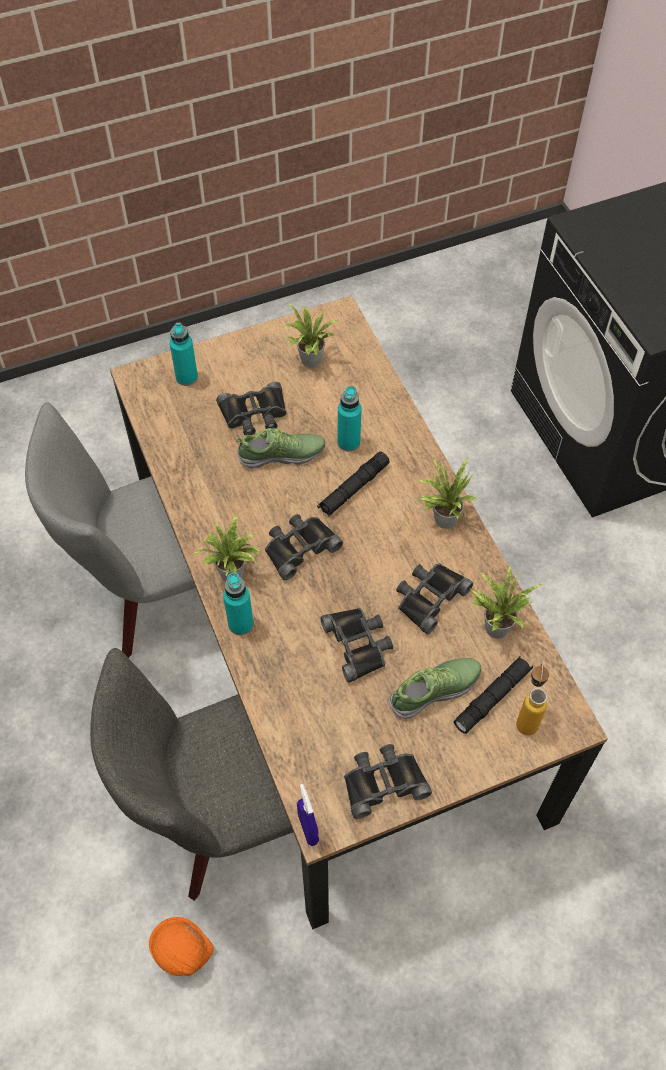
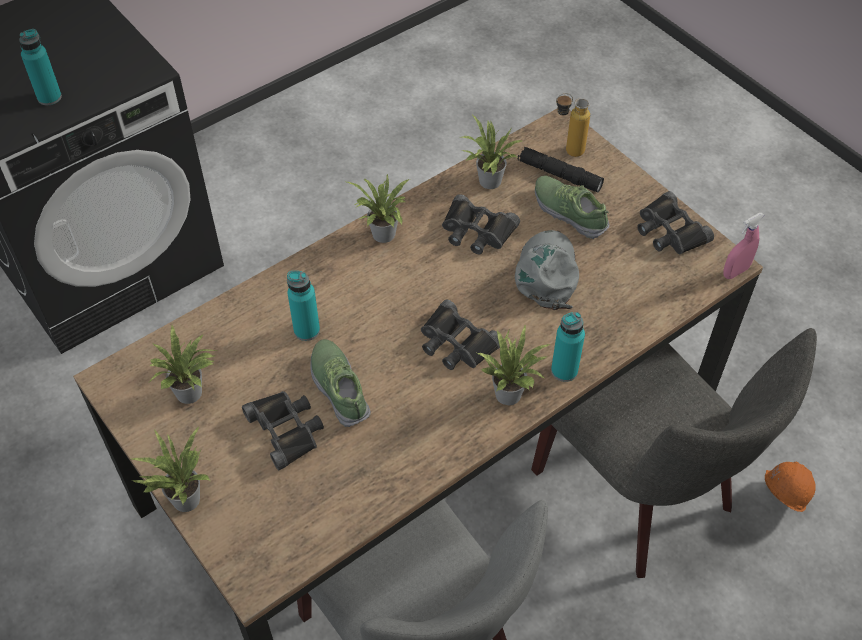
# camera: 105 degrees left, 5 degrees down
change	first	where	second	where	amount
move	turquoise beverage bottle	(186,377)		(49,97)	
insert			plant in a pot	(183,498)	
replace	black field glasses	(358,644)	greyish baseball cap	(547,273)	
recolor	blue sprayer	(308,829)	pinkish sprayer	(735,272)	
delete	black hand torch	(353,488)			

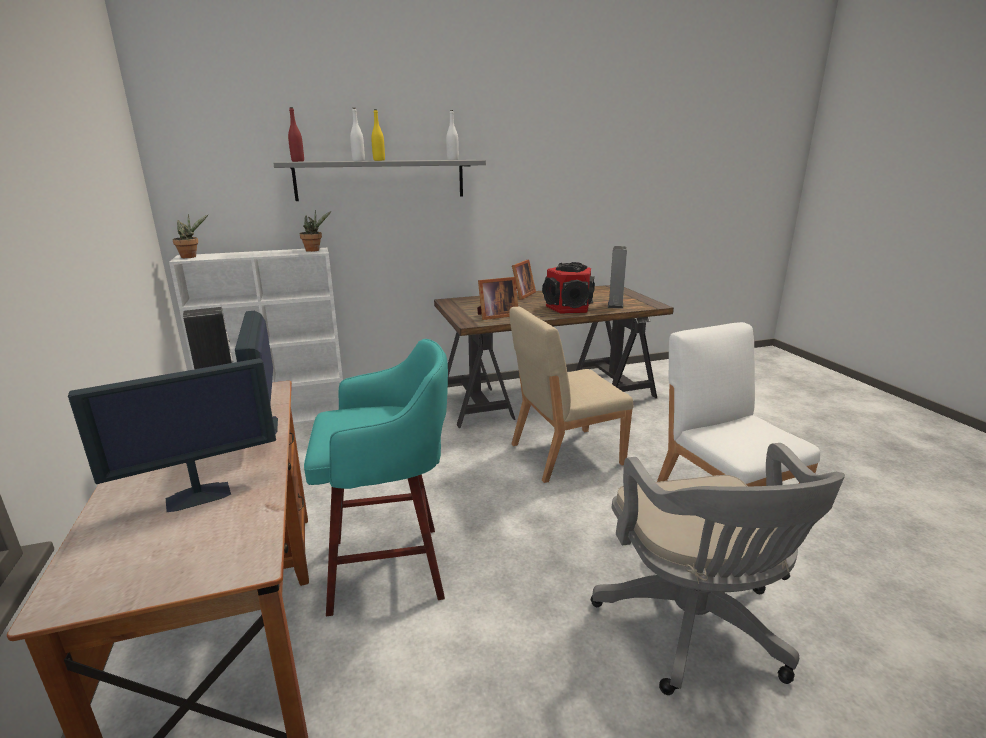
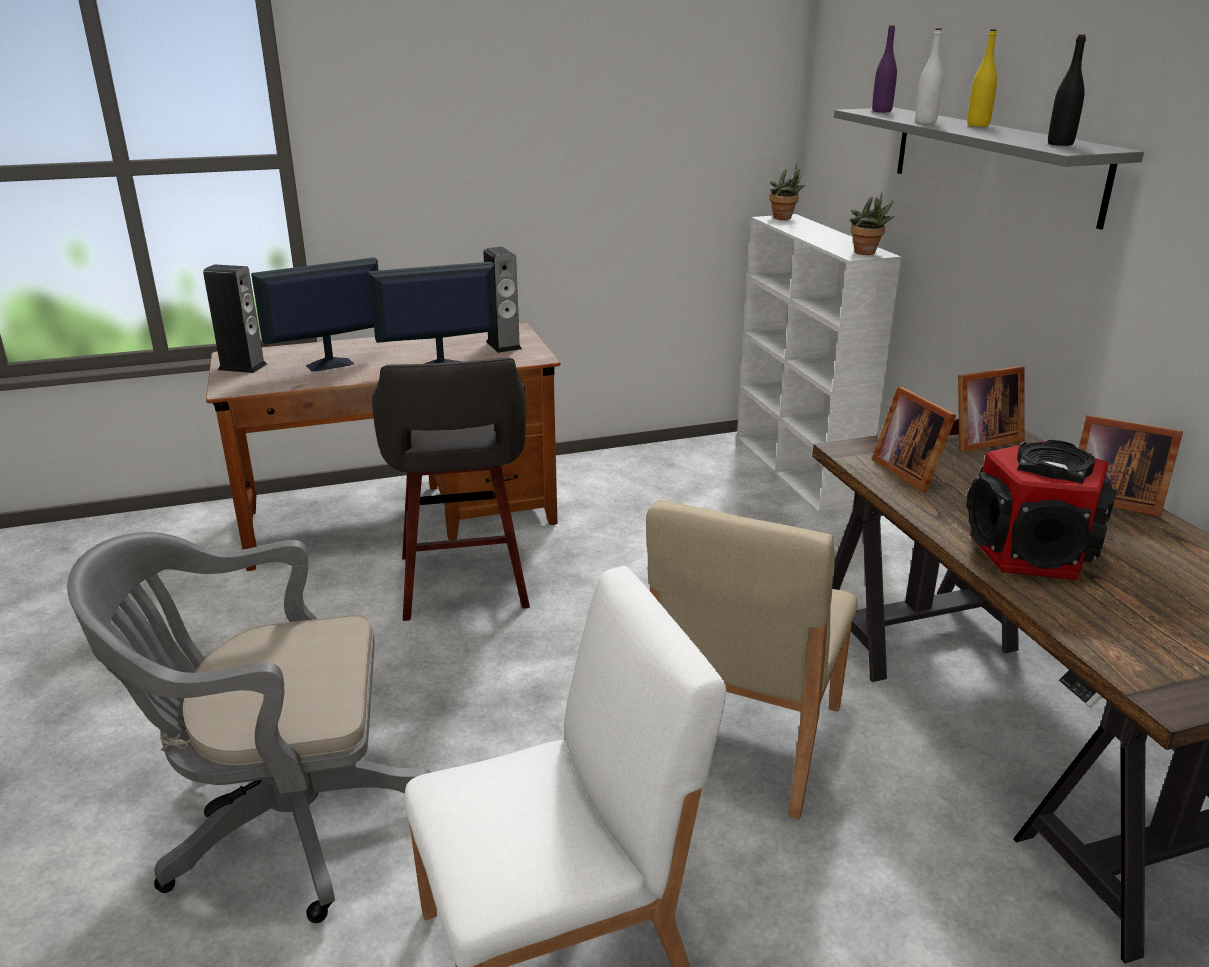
# camera: 90 degrees right, 5 degrees up
change	first	where	second	where	amount
move	audio speaker	(615,305)		(242,367)	
rotate	monitor	(200,495)		(328,365)	90 degrees clockwise
recolor	turquoise stool seat	(391,567)	greyish stool seat	(463,584)	
rotate	beige upright chair	(564,454)		(743,739)	135 degrees counterclockwise
recolor	red beverage bottle	(298,161)	purple-coloured beverage bottle	(881,111)	
insert			photo frame	(978,441)	
recolor	white-coloured beverage bottle	(452,159)	black beverage bottle	(1060,144)	

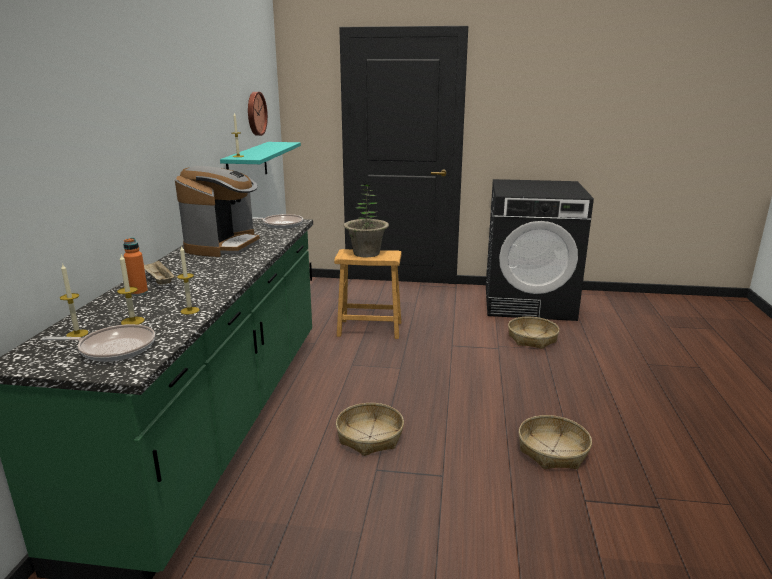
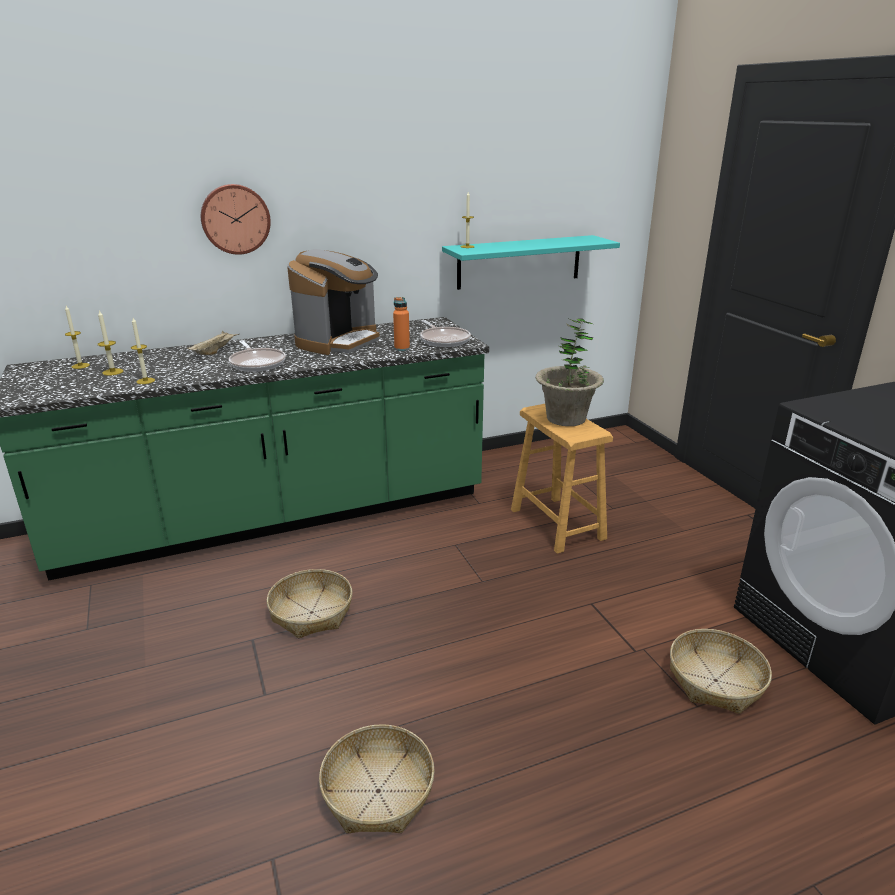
# camera: 60 degrees right, 5 degrees up
change	first	where	second	where	amount
move	wall clock	(255,113)		(235,219)	
move	skillet	(113,348)		(257,363)	
rotate	coffee maker	(223,246)		(339,341)	45 degrees counterclockwise
move	orange-coloured beverage bottle	(139,293)		(402,348)	

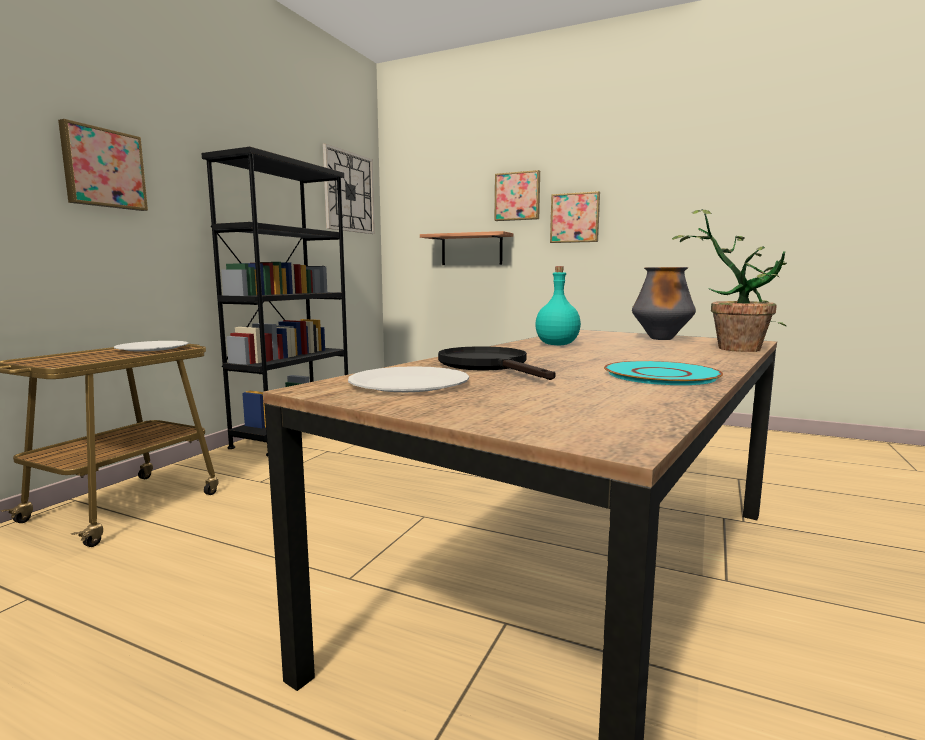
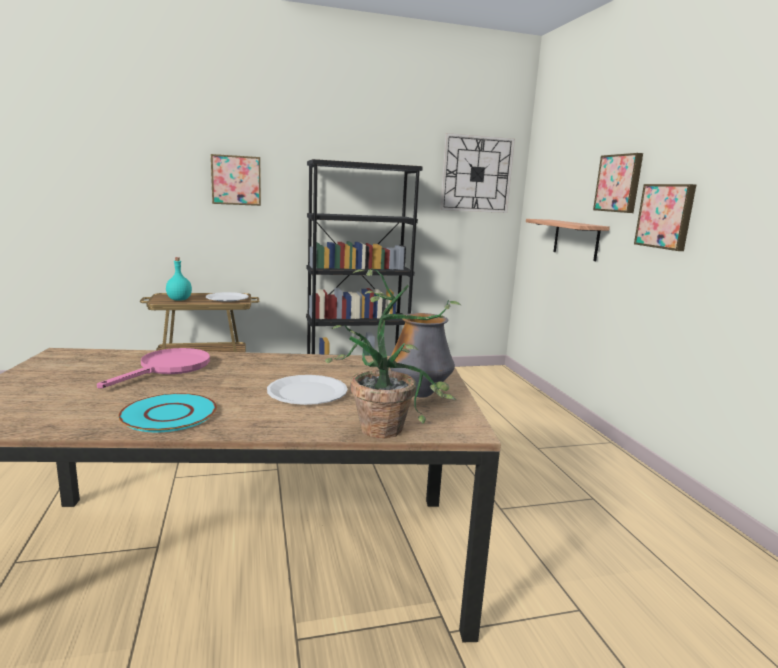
# camera: 50 degrees right, 5 degrees up
change	first	where	second	where	amount
recolor	black skillet	(489,366)	pinkish skillet	(168,368)	
move	turquoise beverage bottle	(556,344)		(179,299)	
move	white-coloured plate	(409,383)		(307,392)	

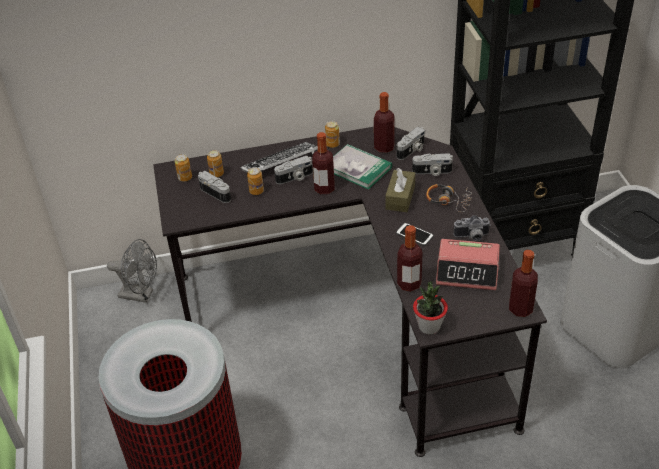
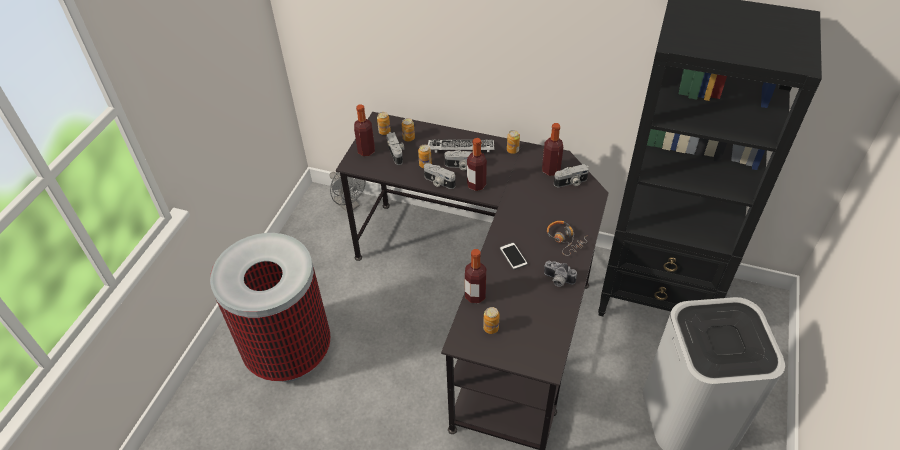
# camera: 30 degrees right, 5 degrees up
change	first	where	second	where	amount
move	beverage bottle	(520,309)		(366,151)	
move	still camera	(432,172)		(438,182)	
insert			metal can	(491,328)	
delete	bound book	(358,168)			
delete	brownish tissue holder	(400,197)			
delete	plant in a pot	(429,326)			
delete	table clock	(467,271)			

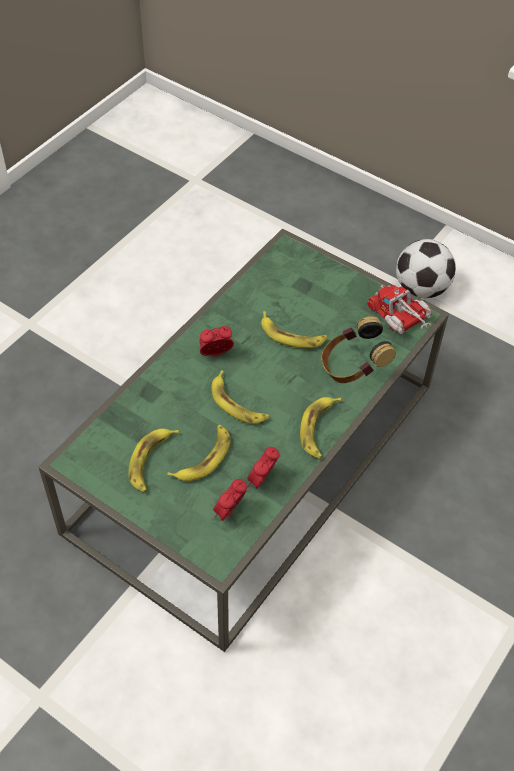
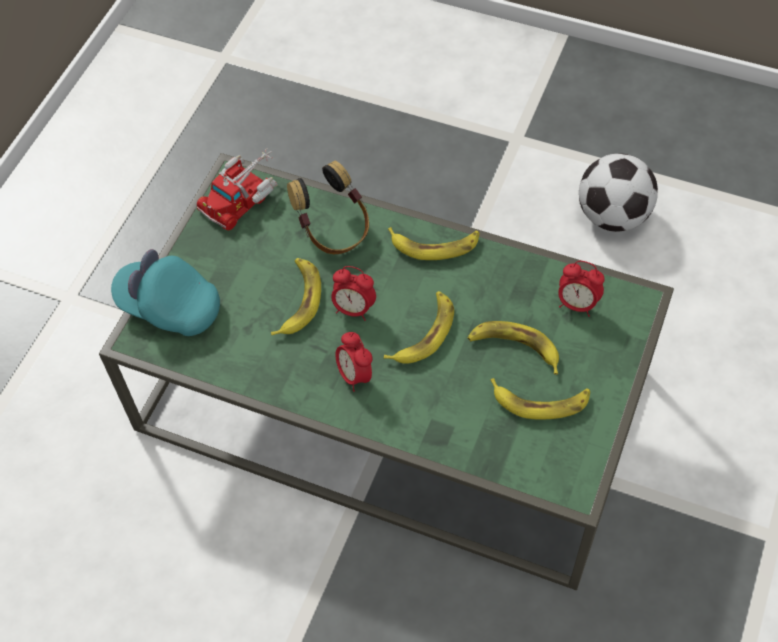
# camera: 100 degrees left, 5 degrees up
change	first	where	second	where	amount
insert			turquoise baseball cap	(169,307)	
move	table clock	(262,480)		(354,309)	
move	football	(421,288)		(612,216)	

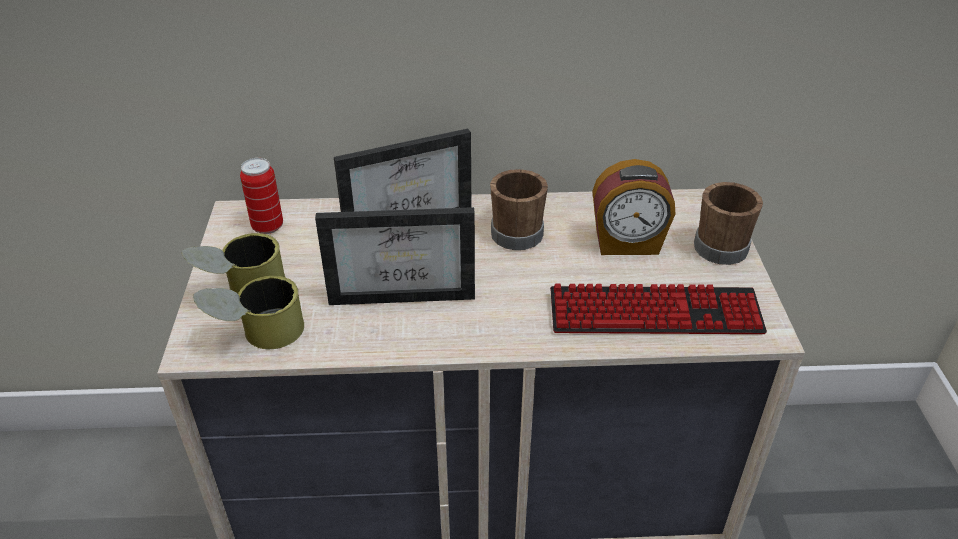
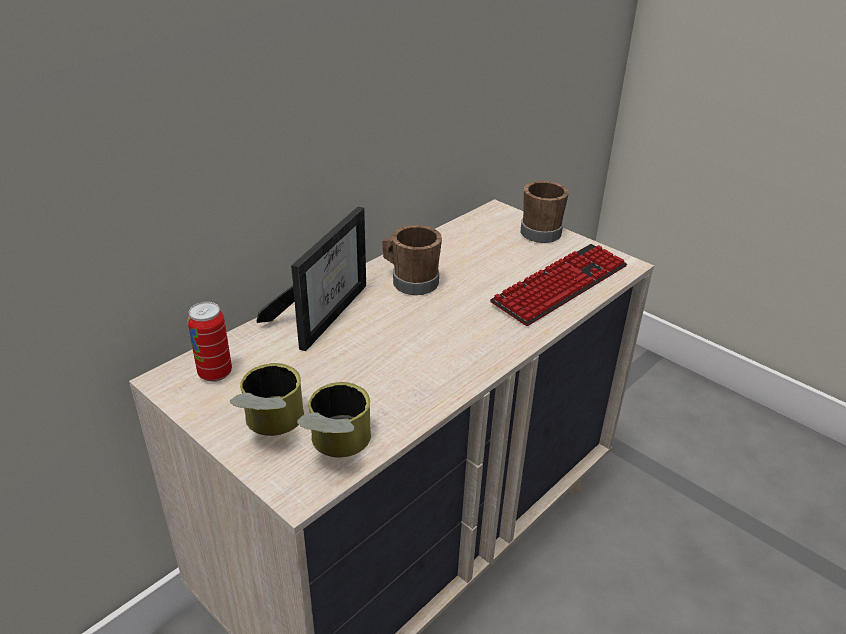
# camera: 45 degrees left, 5 degrees down
change	first	where	second	where	amount
delete	photo frame	(405,289)			
delete	table clock	(627,244)			

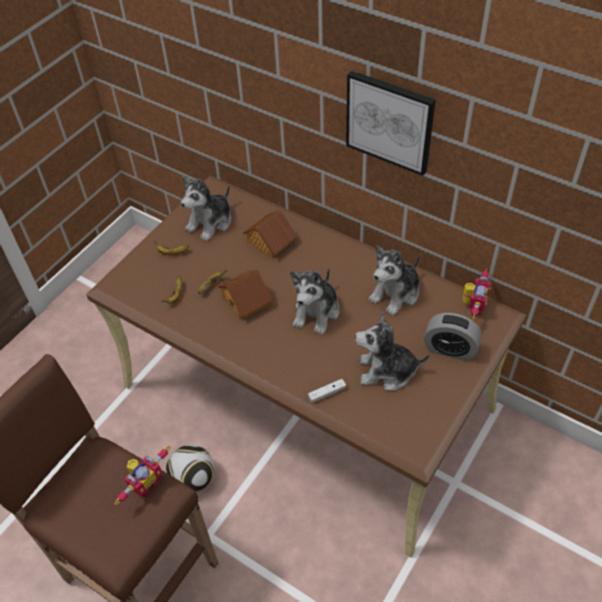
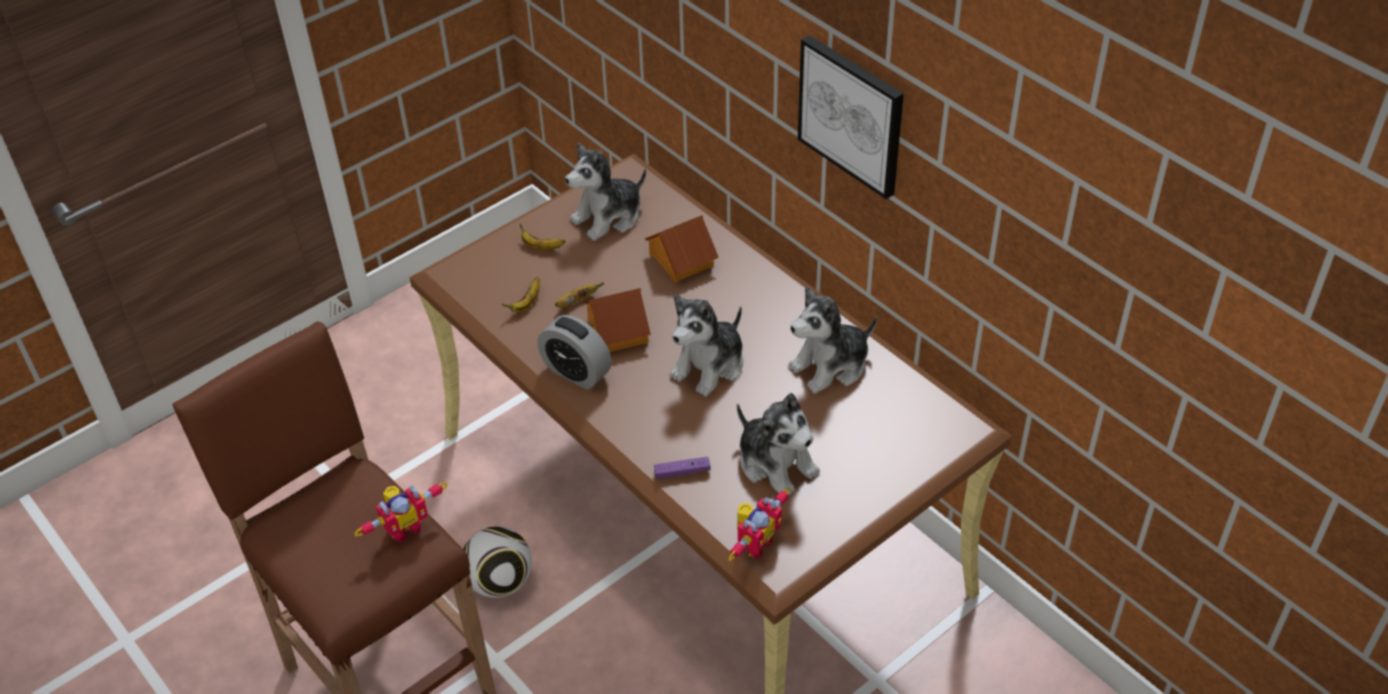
# camera: 15 degrees right, 5 degrees down
change	first	where	second	where	amount
move	table clock	(450,349)		(576,372)	
recolor	white-coloured game controller	(327,393)	purple-coloured game controller	(682,472)	
move	robot figure	(472,307)		(754,543)	
rotate	soft toy	(387,371)		(776,463)	150 degrees counterclockwise

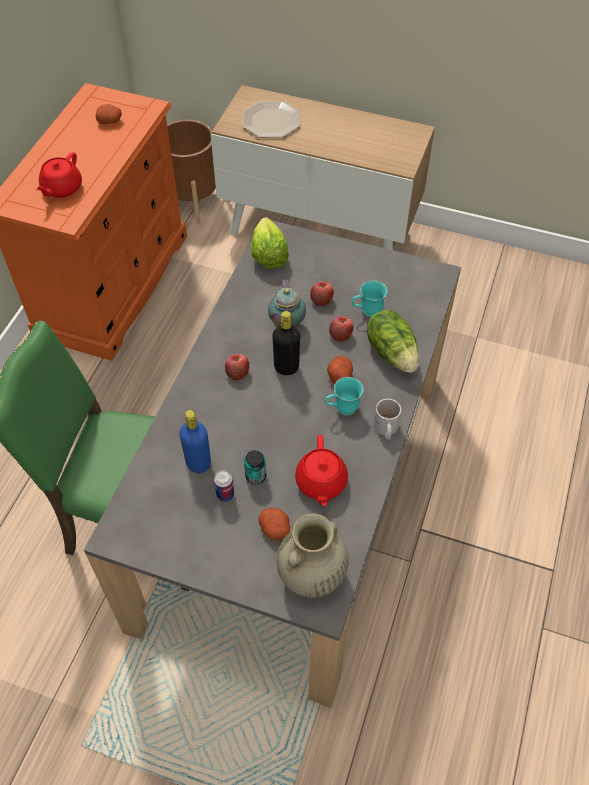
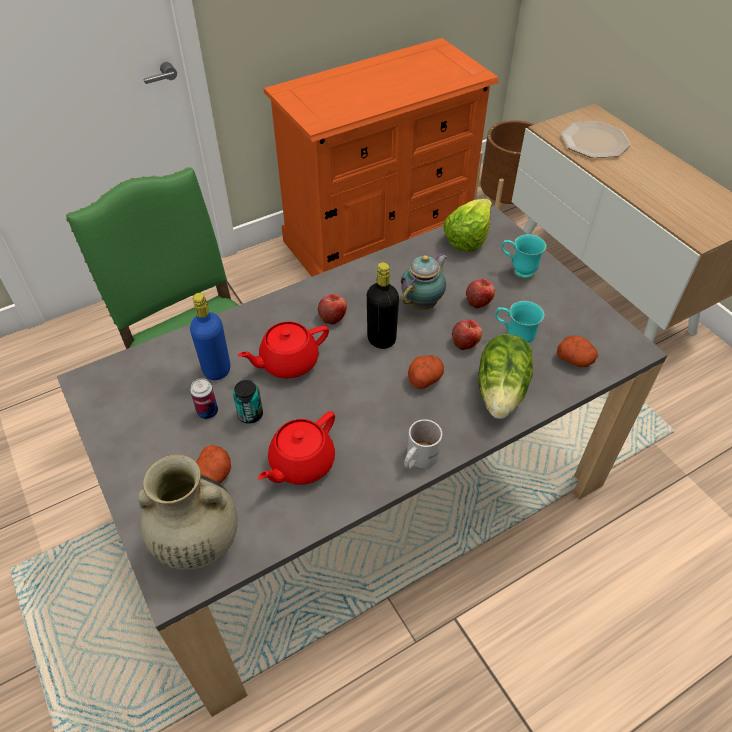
# camera: 40 degrees right, 5 degrees down
change	first	where	second	where	amount
move	red pot for tea	(61,188)		(288,362)	
move	turquoise tea mug	(341,410)		(518,270)	
move	spud	(110,121)		(575,359)	

